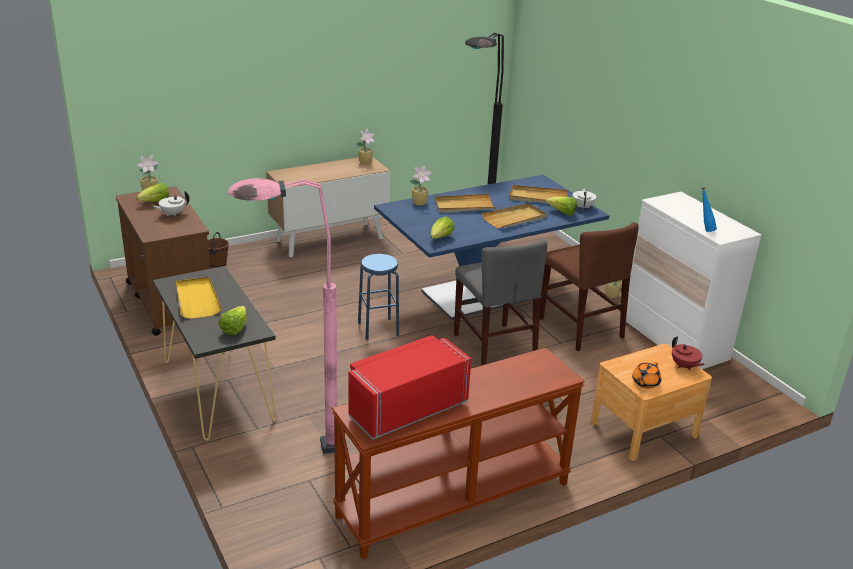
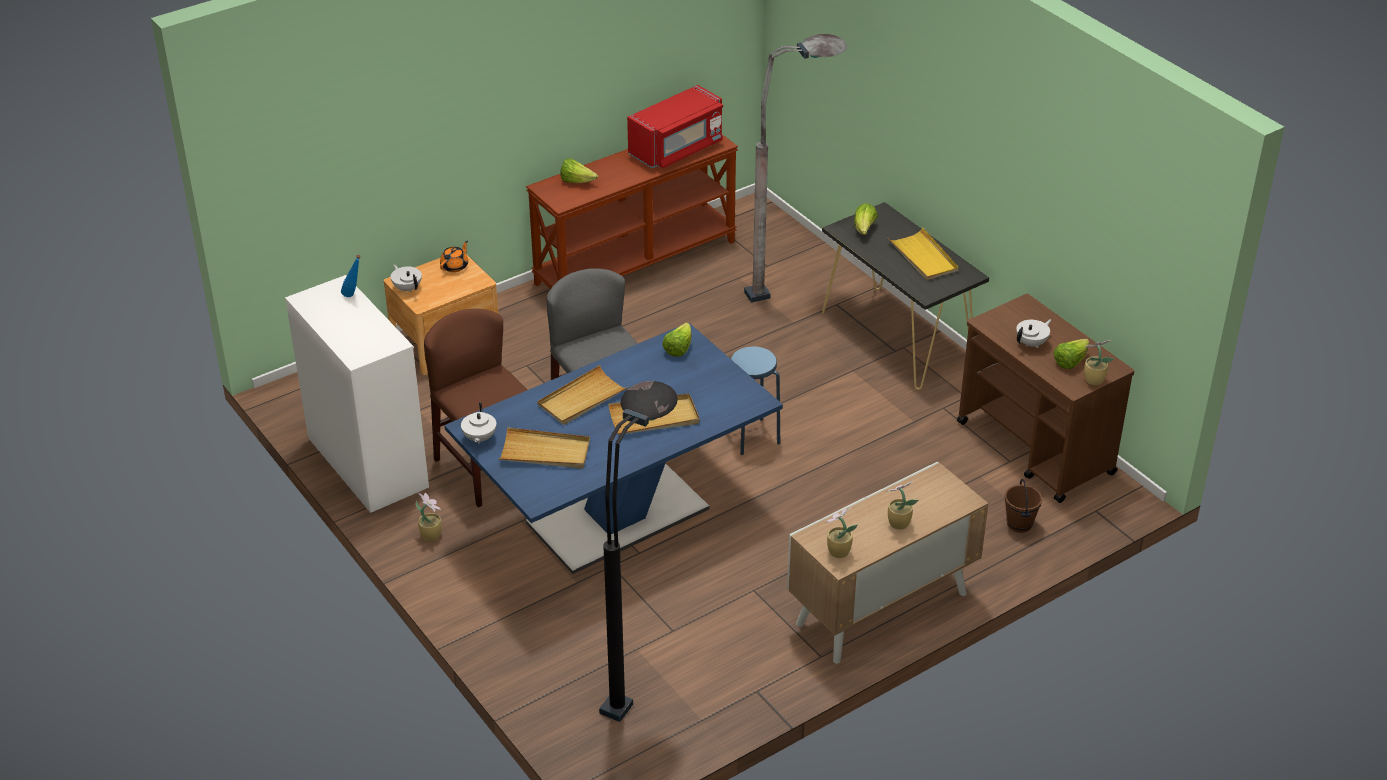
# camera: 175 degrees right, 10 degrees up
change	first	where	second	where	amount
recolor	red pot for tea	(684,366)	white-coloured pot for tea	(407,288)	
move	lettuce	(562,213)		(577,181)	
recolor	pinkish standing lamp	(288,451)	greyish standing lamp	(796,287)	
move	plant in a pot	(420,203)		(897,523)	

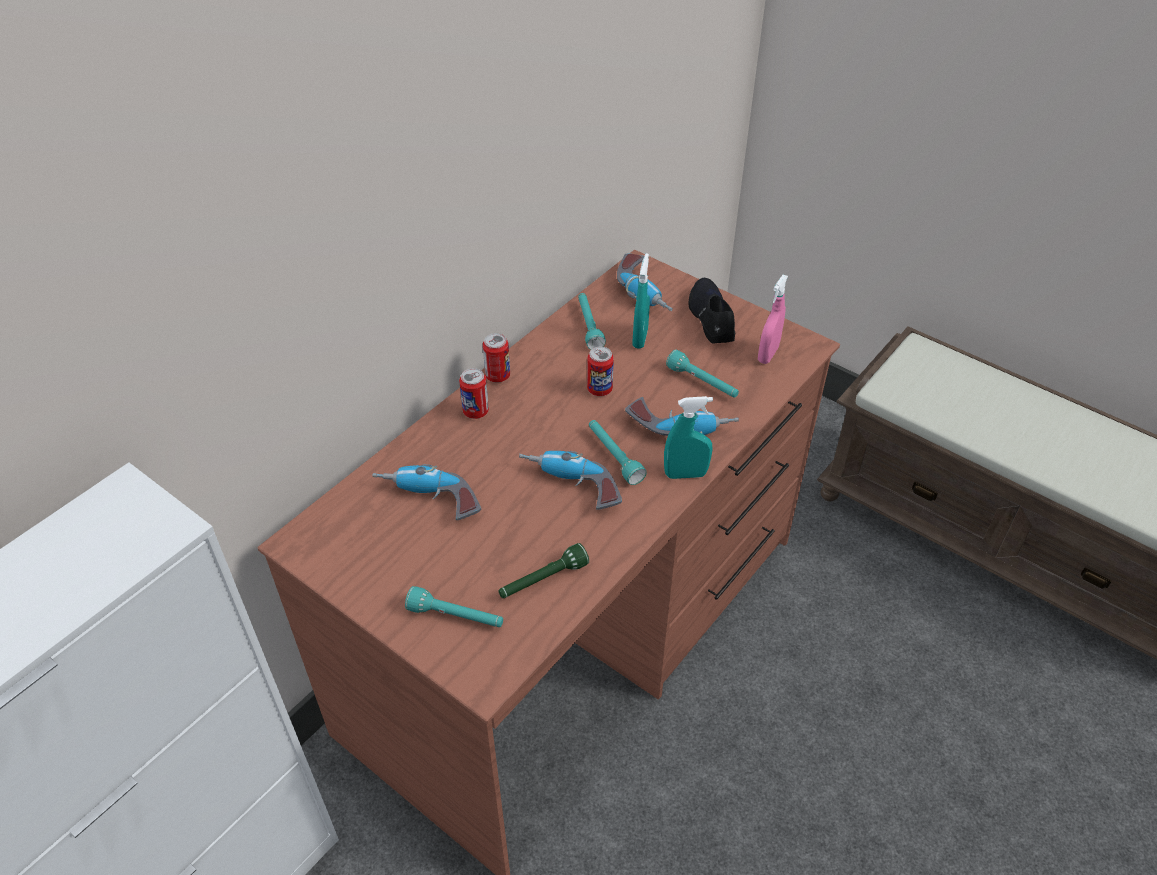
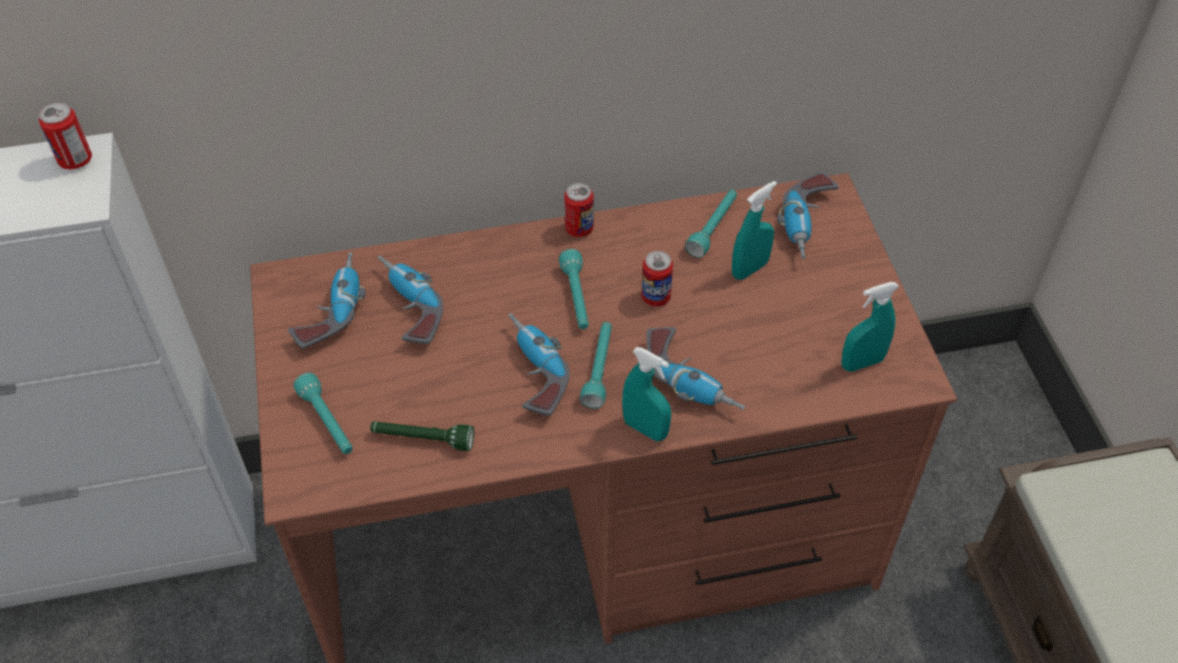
# camera: 40 degrees right, 5 degrees up
change	first	where	second	where	amount
move	metal can	(475,411)		(75,160)	
insert			power drill	(331,309)	
move	turquoise hand torch	(702,383)		(576,298)	
recolor	pinkish sprayer	(768,354)	turquoise sprayer	(862,363)	
delete	black low shoe	(711,317)			

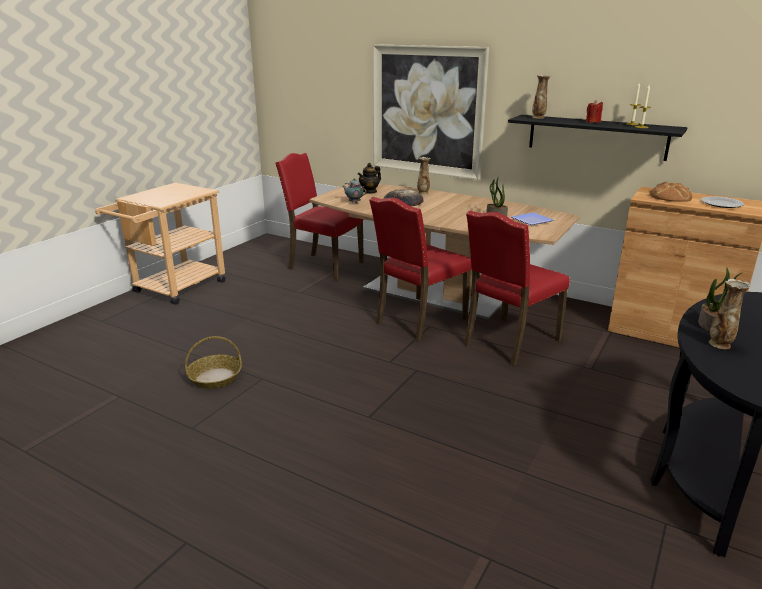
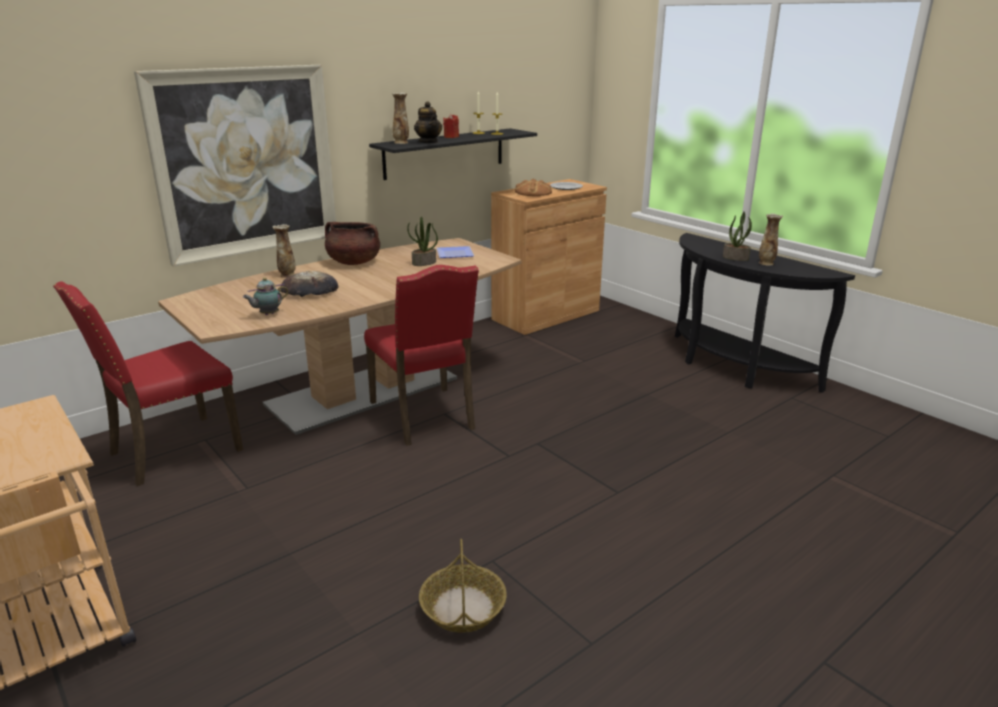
# camera: 70 degrees left, 0 degrees up
change	first	where	second	where	amount
insert			brownish stockpot	(353,262)	
move	pot for tea	(369,191)		(428,142)	
delete	red upright chair	(508,342)			

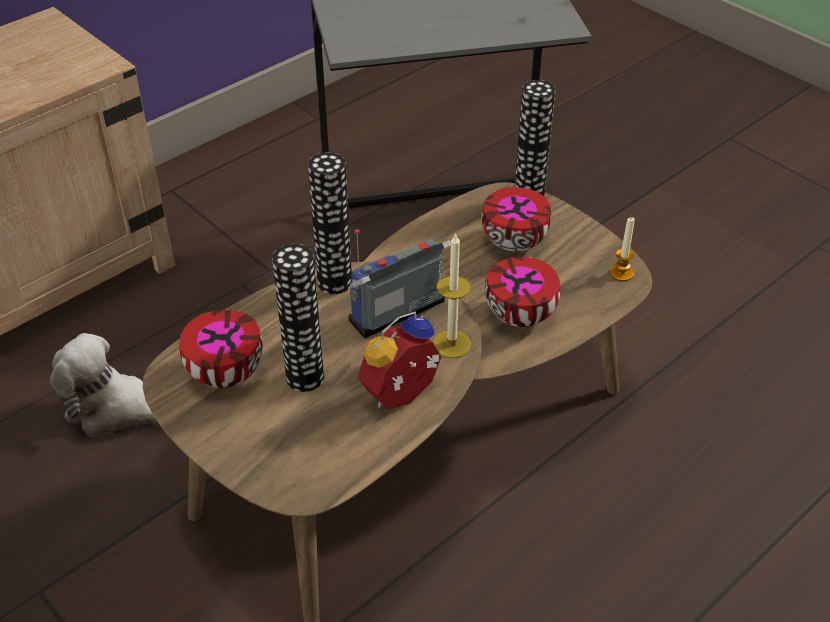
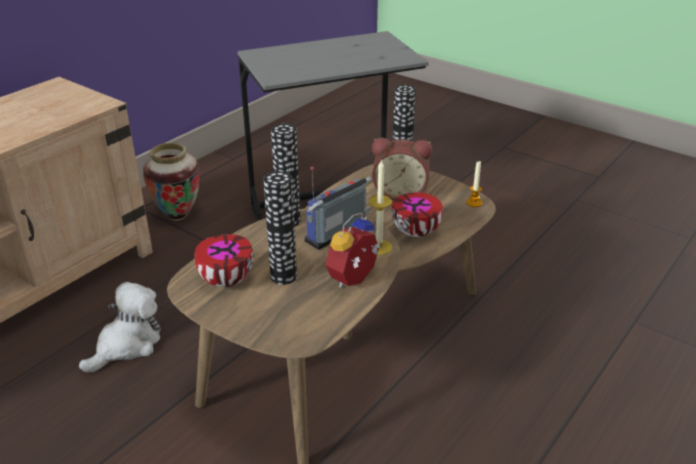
# camera: 10 degrees left, 10 degrees down
change	first	where	second	where	amount
rotate	soft toy	(116,410)		(127,345)	120 degrees clockwise
insert			flower vase	(178,216)	
replace	bowl	(515,241)	table clock	(400,192)	

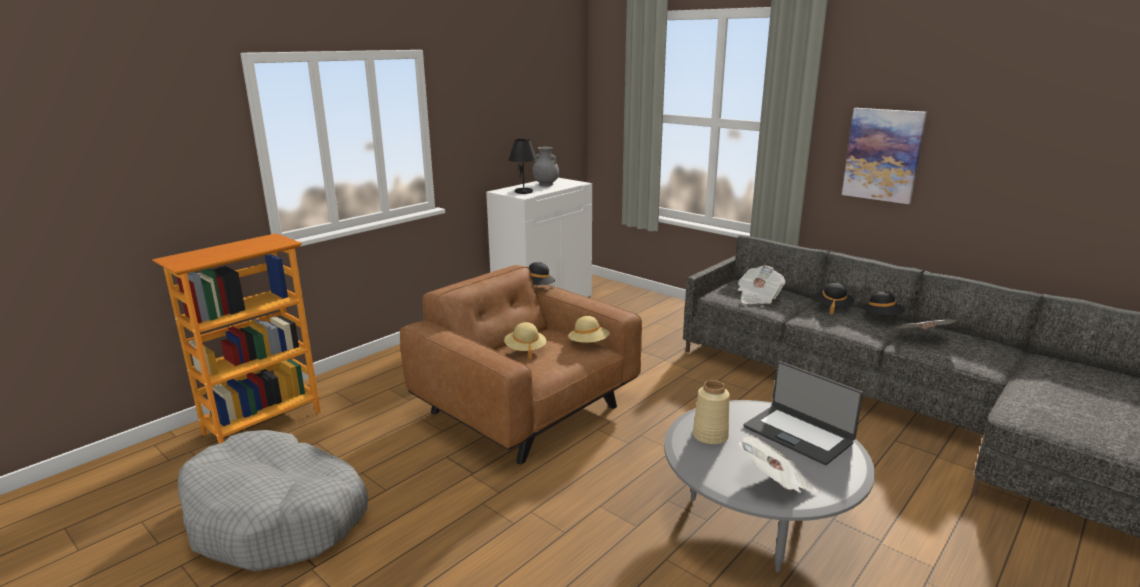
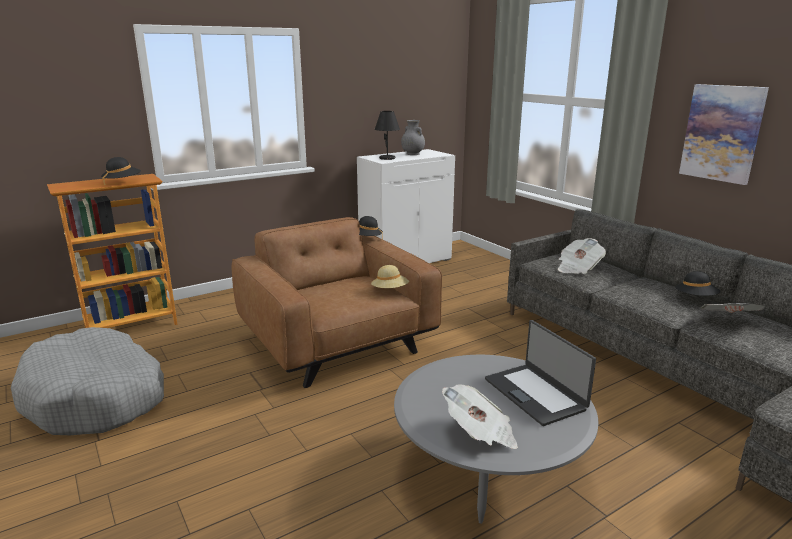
# camera: 15 degrees right, 0 degrees up
change	first	where	second	where	amount
move	black clothing hat	(832,307)		(122,182)	
delete	beige clothing hat	(525,350)			
delete	beige flower vase	(710,436)			

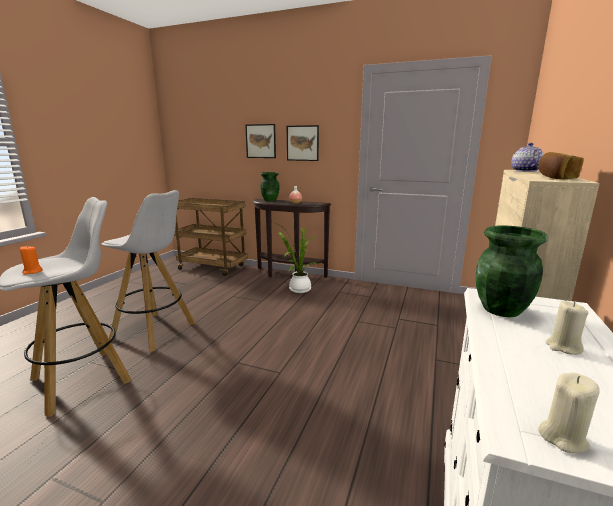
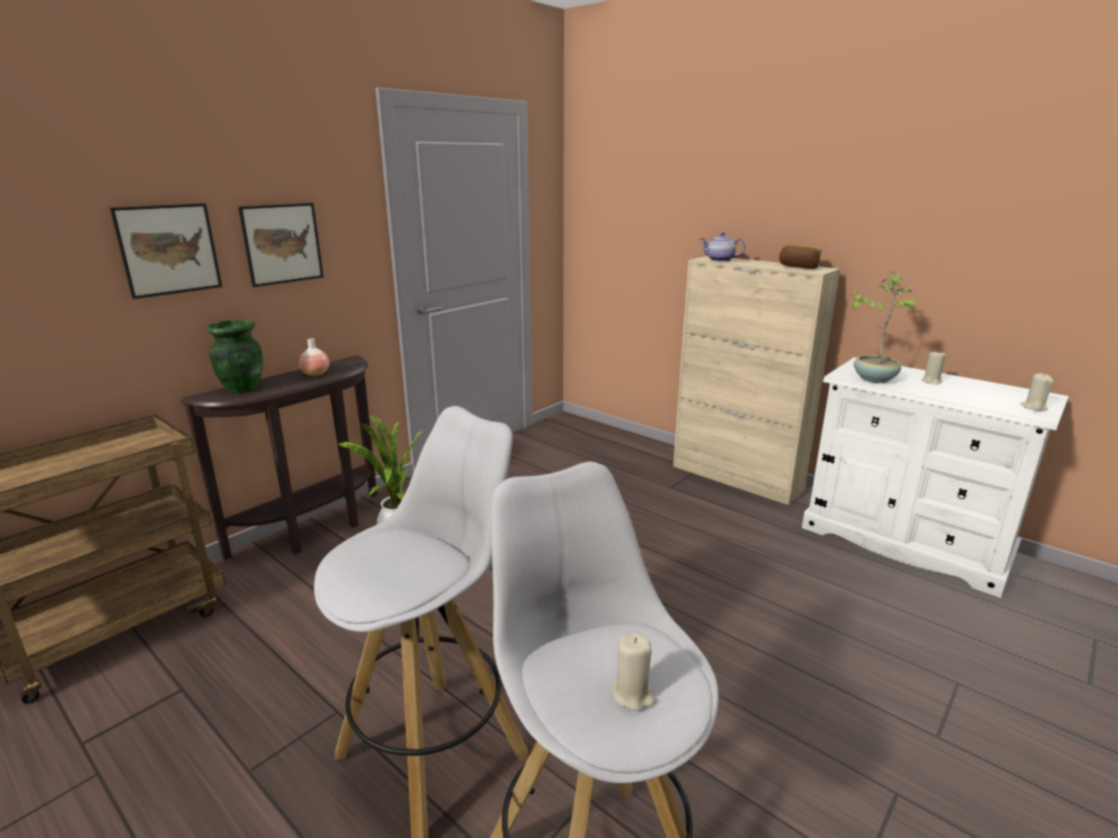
# camera: 70 degrees left, 5 degrees up
change	first	where	second	where	amount
recolor	orange-coloured candle	(32,271)	beige candle	(633,694)	
replace	green flower vase	(501,310)	plant in a pot	(874,379)	

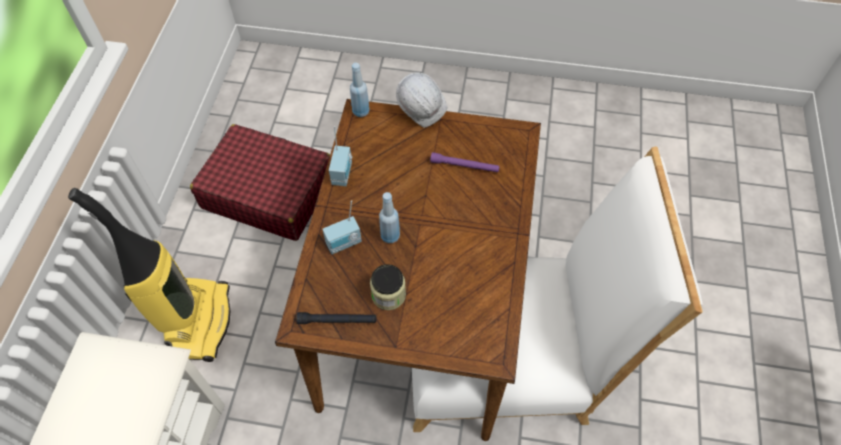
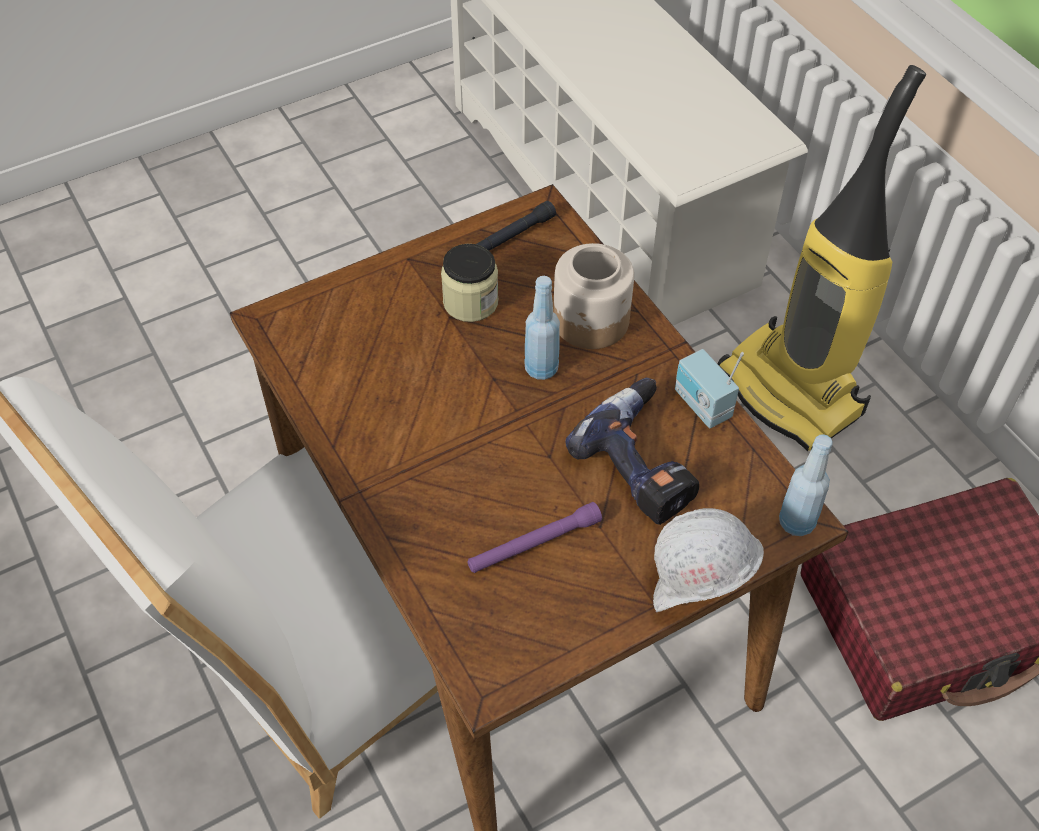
# camera: 140 degrees right, 5 degrees down
change	first	where	second	where	amount
replace	radio	(344,243)	preserve jar	(591,321)	
insert			power drill	(645,461)	

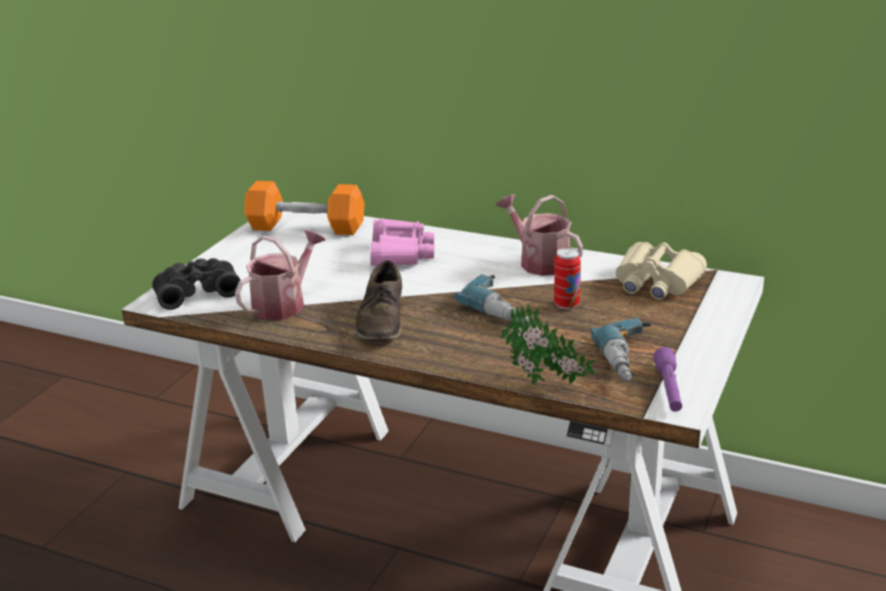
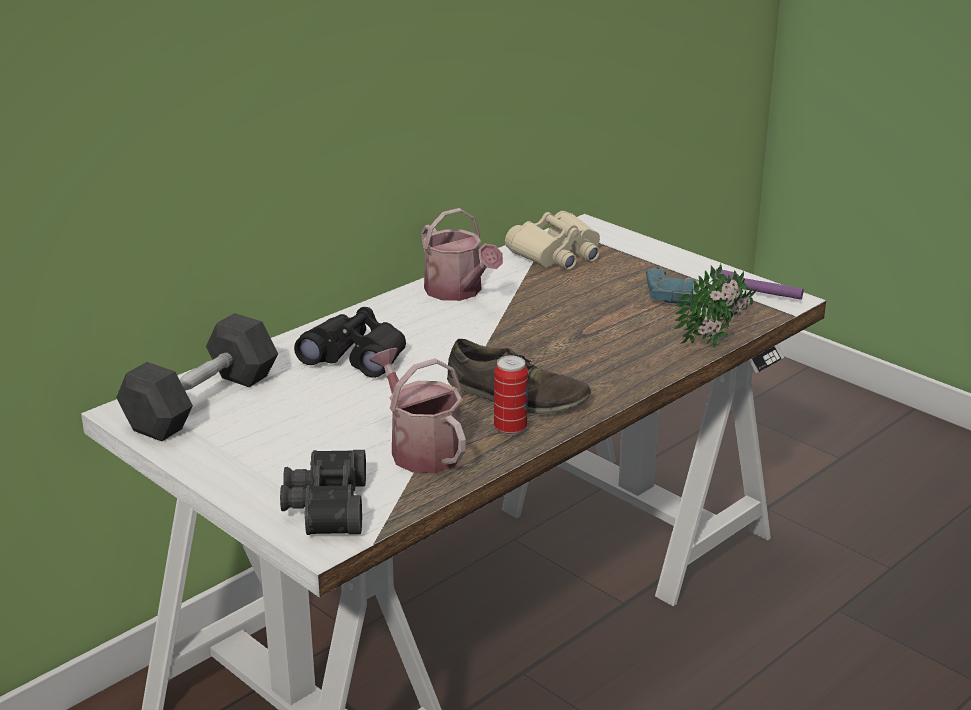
# camera: 70 degrees left, 0 degrees up
change	first	where	second	where	amount
recolor	orange-coloured hand weight	(306,227)	greyish hand weight	(202,402)	
recolor	pinkish field glasses	(401,253)	black field glasses	(356,357)	
rotate	watering can	(539,262)		(458,292)	105 degrees counterclockwise
move	metal can	(566,305)		(510,429)	
delete	power drill	(504,309)			

